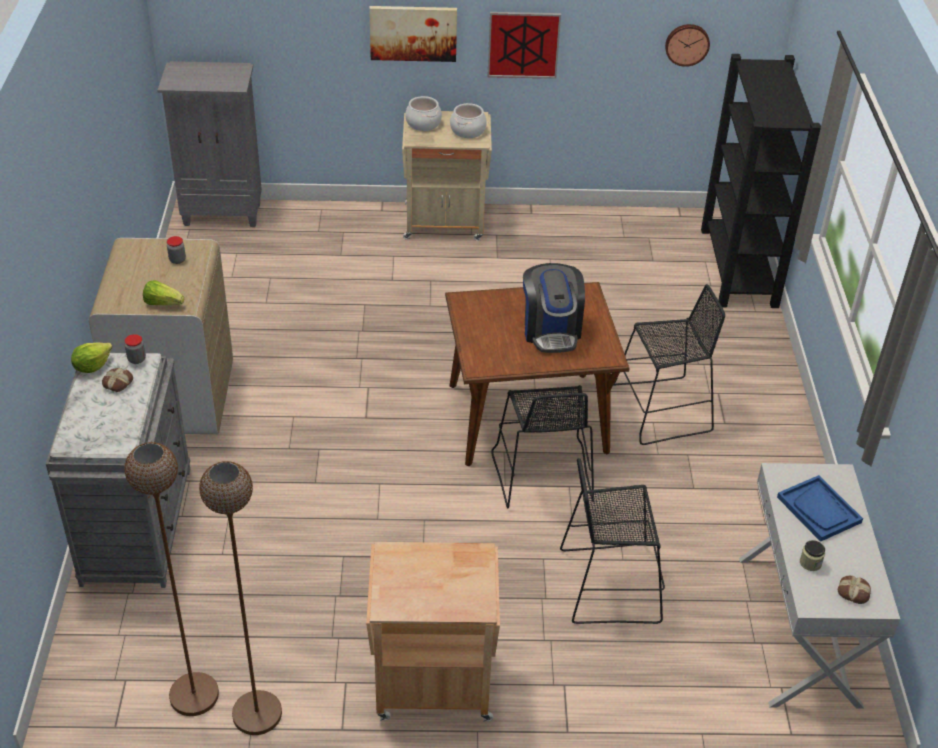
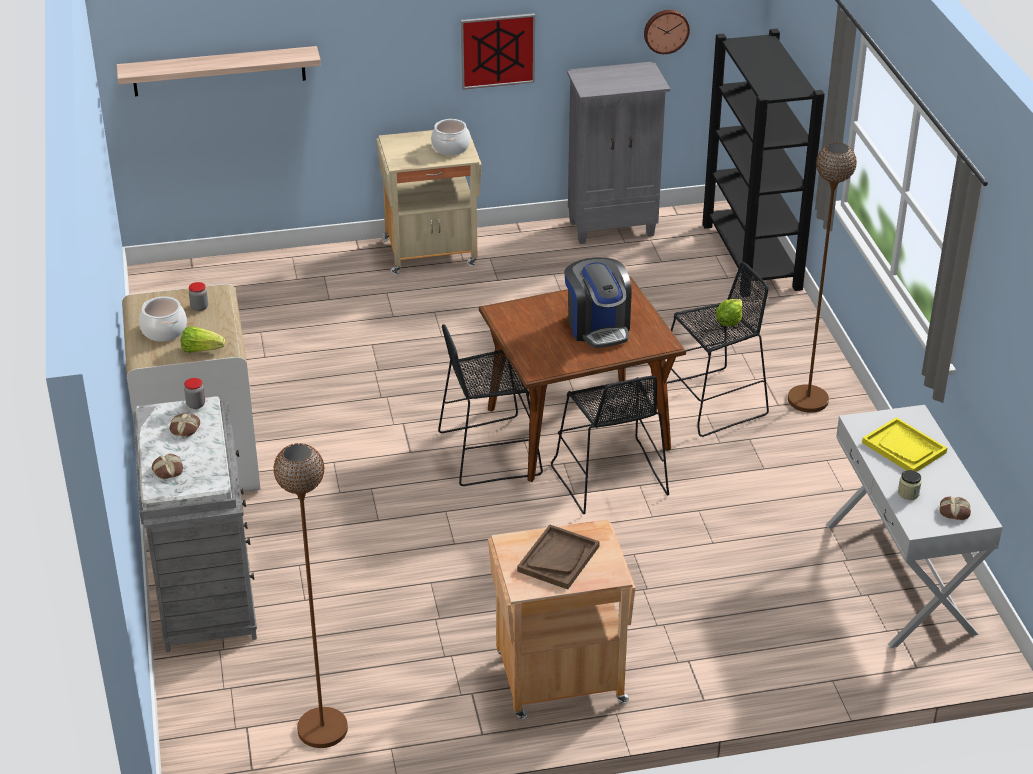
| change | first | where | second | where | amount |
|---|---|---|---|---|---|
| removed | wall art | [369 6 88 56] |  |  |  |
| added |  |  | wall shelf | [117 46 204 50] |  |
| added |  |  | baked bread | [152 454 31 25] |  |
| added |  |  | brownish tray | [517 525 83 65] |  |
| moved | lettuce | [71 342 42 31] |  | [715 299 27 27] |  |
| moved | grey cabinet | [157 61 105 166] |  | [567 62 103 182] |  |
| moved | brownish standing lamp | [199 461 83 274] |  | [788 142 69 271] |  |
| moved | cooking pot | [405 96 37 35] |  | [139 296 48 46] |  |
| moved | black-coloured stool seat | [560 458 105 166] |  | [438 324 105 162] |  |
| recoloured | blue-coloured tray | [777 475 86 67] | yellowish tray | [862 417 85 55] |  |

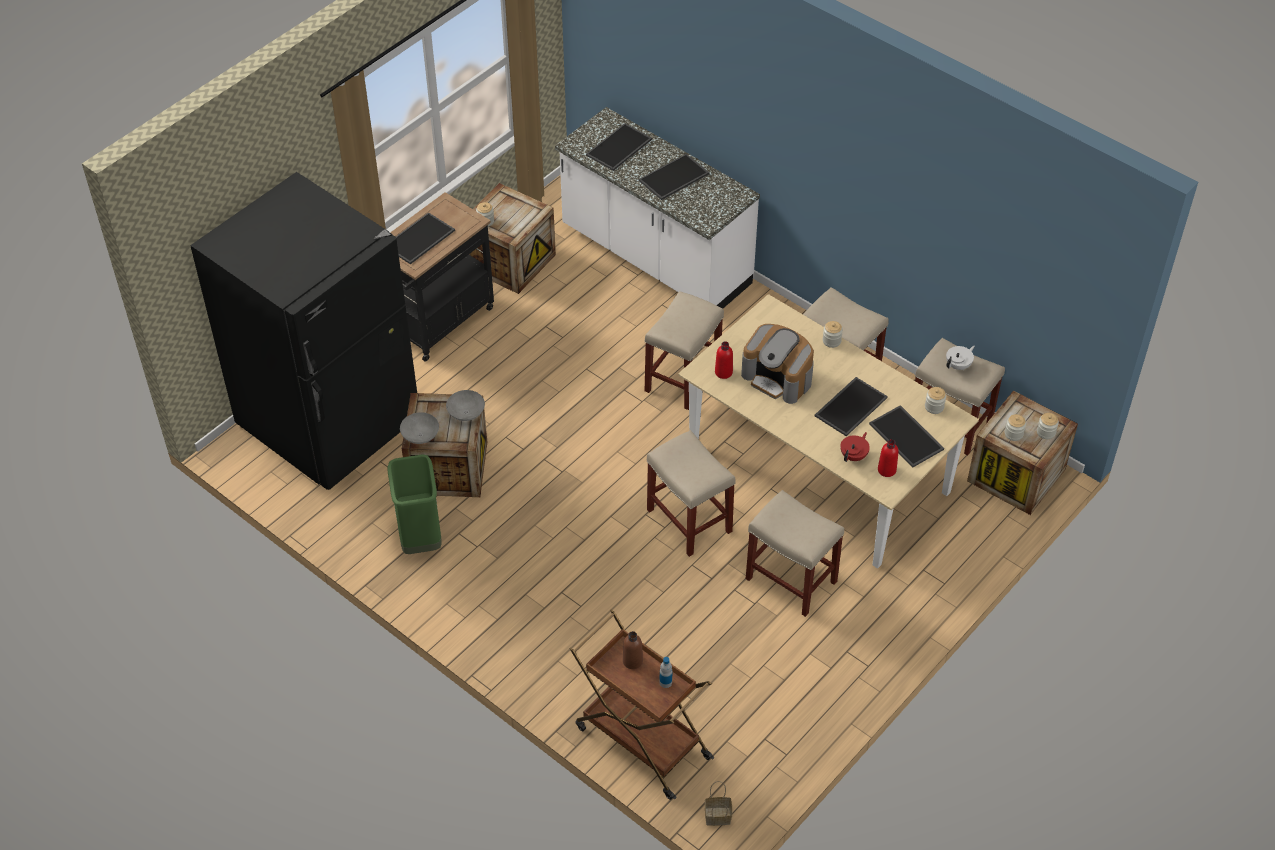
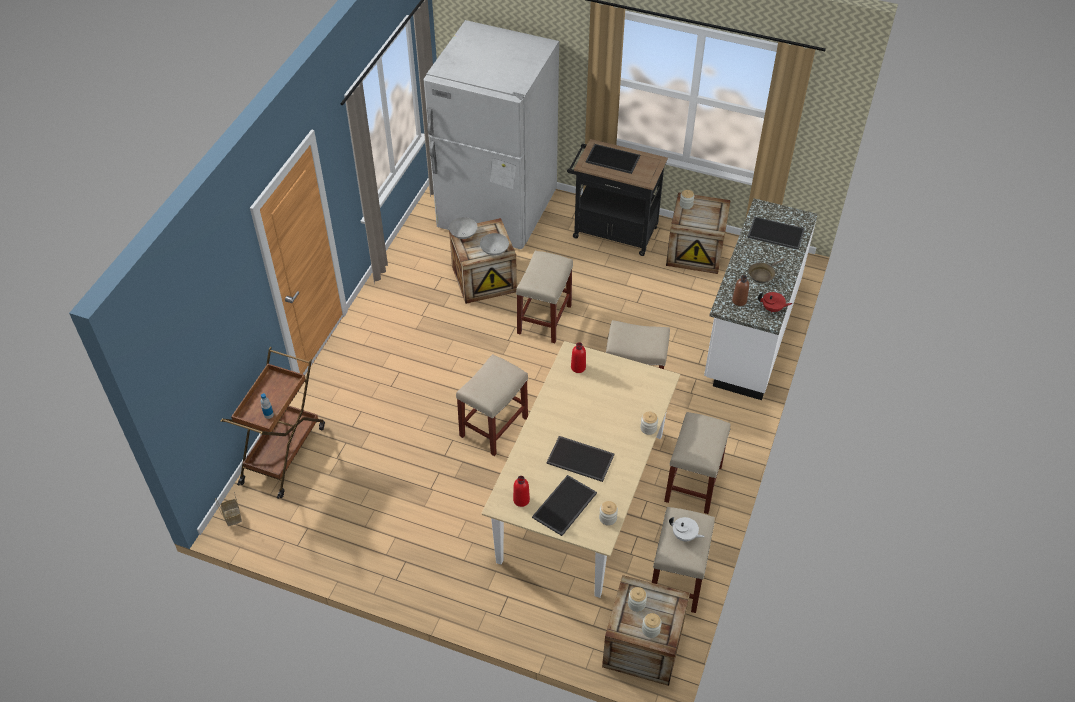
| change | first | where | second | where | amount |
|---|---|---|---|---|---|
| removed | greenish trash can | [388 455 54 99] |  |  |  |
| removed | coffee maker | [741 324 73 80] |  |  |  |
| moved | brownish drink bottle | [623 631 20 38] |  | [732 275 17 31] |  |
| moved | sand-coloured stool seat | [746 490 98 127] |  | [516 251 57 92] |  |
| moved | reddish tea pot | [840 432 30 30] |  | [758 292 34 21] |  |
| replaced | tray | [639 154 70 46] | brownish frying pan | [748 258 36 25] |  |
| recoloured | black-coloured kitchen fridge | [190 172 227 318] | white-coloured kitchen fridge | [423 20 136 229] |  |

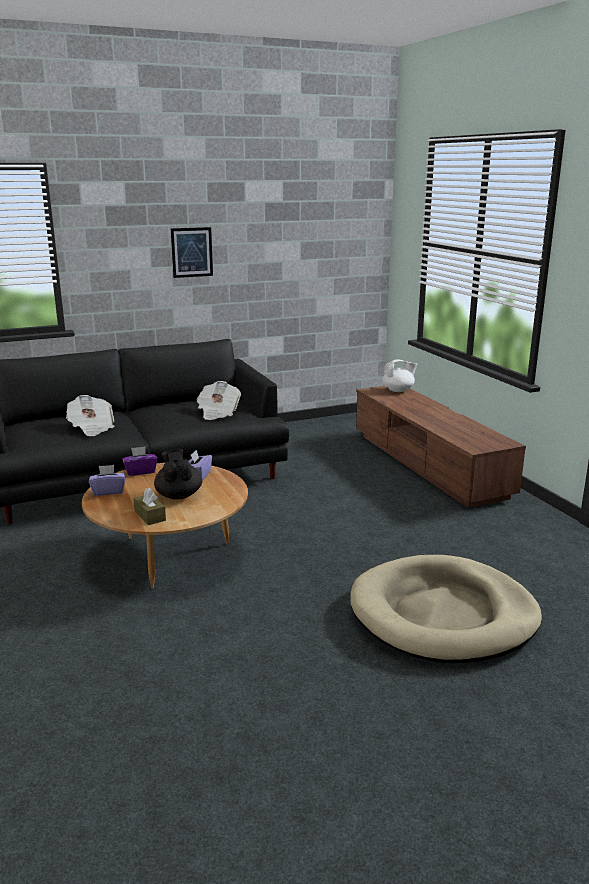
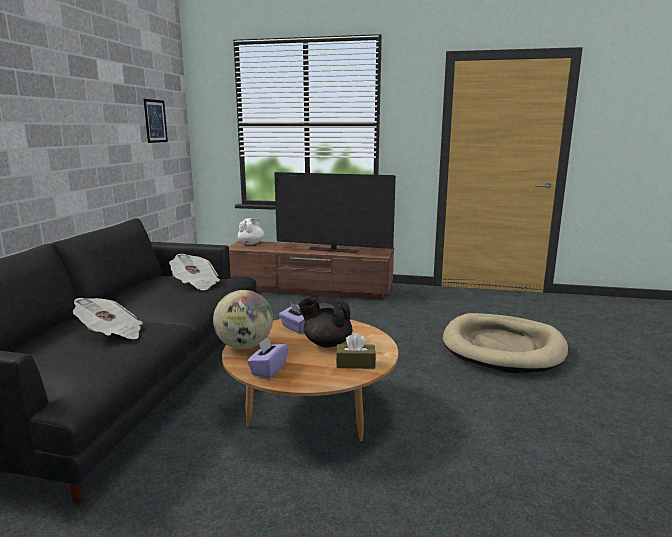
| change | first | where | second | where | amount |
|---|---|---|---|---|---|
| added |  |  | television | [274 172 122 81] |  |
| moved | wall art | [171 227 42 51] |  | [144 99 24 44] |  |
| replaced | purplish tissue holder | [122 446 35 30] | world globe | [213 290 60 59] |  |

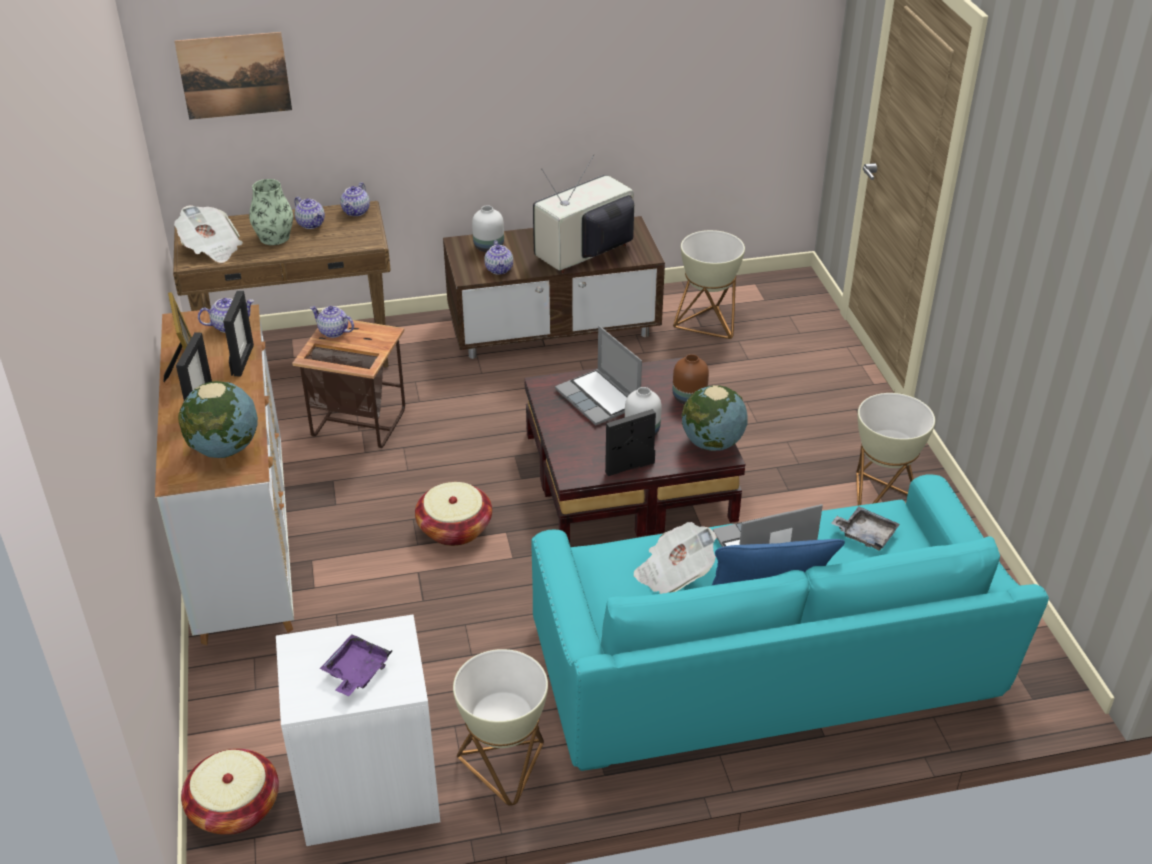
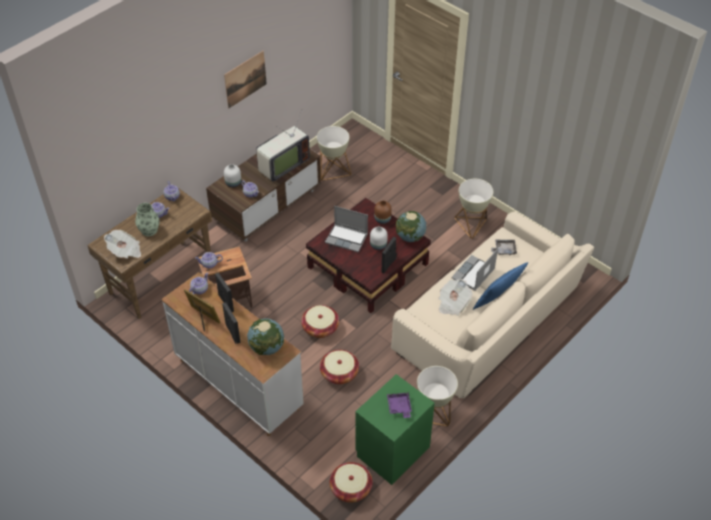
| change | first | where | second | where | amount |
|---|---|---|---|---|---|
| added |  |  | storage basket | [320 350 39 34] |  |
| moved | wall art | [174 32 118 88] |  | [224 51 43 57] |  |
| recoloured | white-coloured night table | [276 614 164 232] | greenish night table | [355 374 80 111] |  |
| recoloured | blue-green couch | [531 475 518 296] | sand-coloured couch | [391 211 203 187] |  |
| turned | television | [533 155 101 119] |  | [256 111 54 71] | 150 degrees counterclockwise |

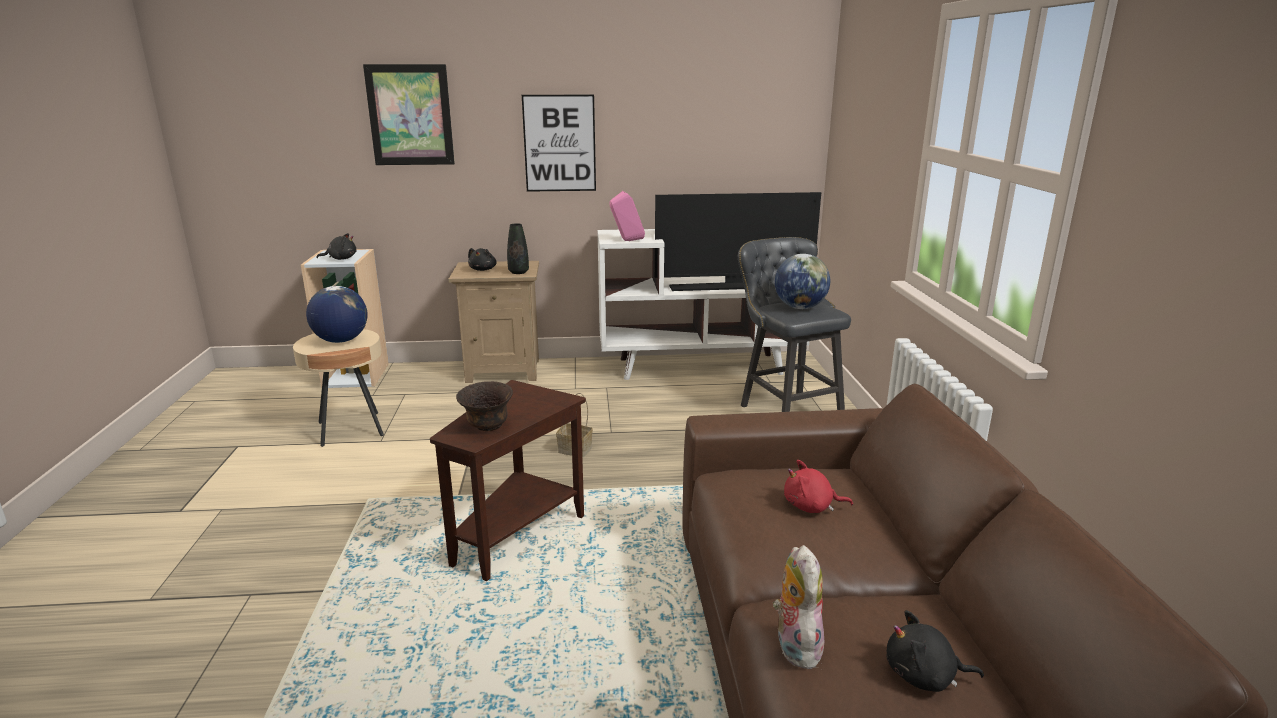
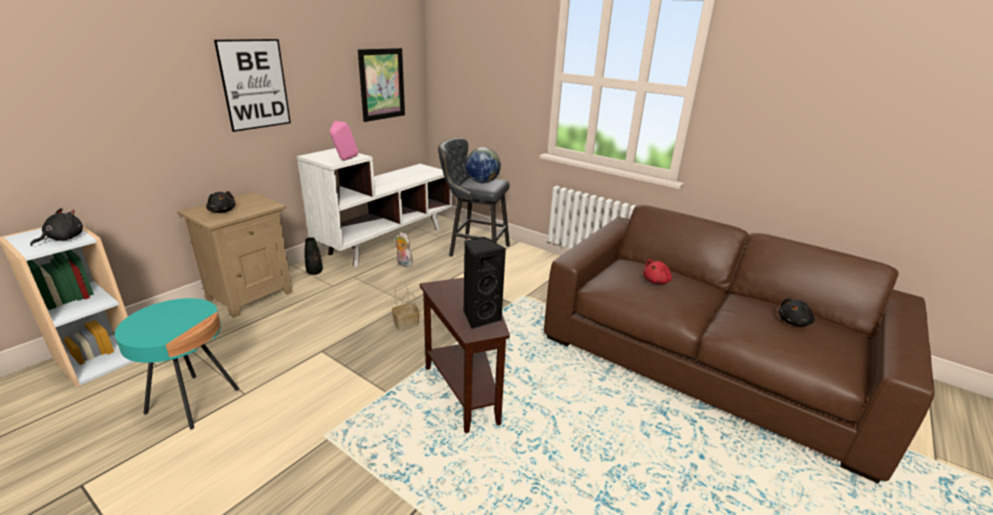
| change | first | where | second | where | amount |
|---|---|---|---|---|---|
| removed | world globe | [306 286 62 57] |  |  |  |
| removed | television | [655 192 166 99] |  |  |  |
| moved | wall art | [363 64 92 101] |  | [358 48 47 74] |  |
| moved | black-coloured flower vase | [507 223 22 51] |  | [304 237 19 38] |  |
| moved | cuddly toy | [773 545 51 124] |  | [395 232 19 36] |  |
| replaced | brownish bowl | [456 381 57 50] | black-coloured speaker | [463 237 43 92] |  |
| recoloured | sand-coloured accent table | [293 329 91 118] | blue-green accent table | [115 298 124 131] |  |

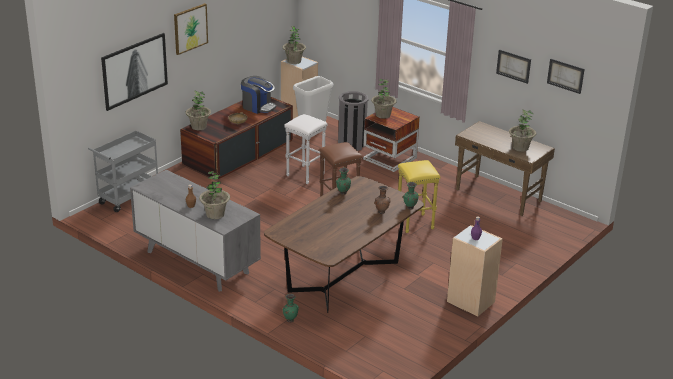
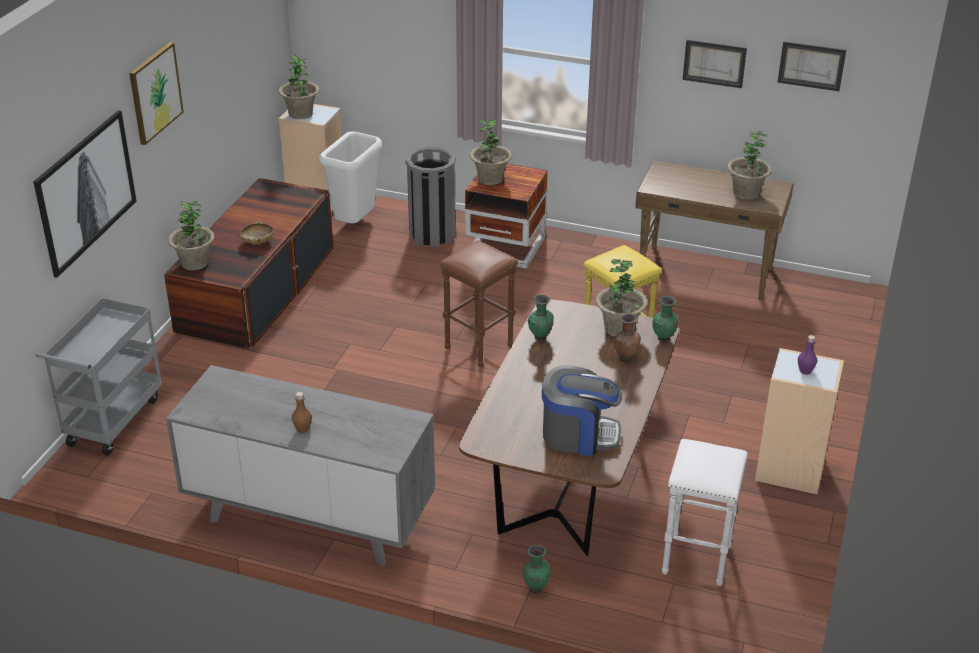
| change | first | where | second | where | amount |
|---|---|---|---|---|---|
| moved | plant in a pot | [199 171 31 48] |  | [596 259 52 77] |  |
| moved | coffee maker | [241 76 36 38] |  | [542 365 80 91] |  |
| moved | white-coloured stool seat | [284 114 43 70] |  | [662 439 86 147] |  |

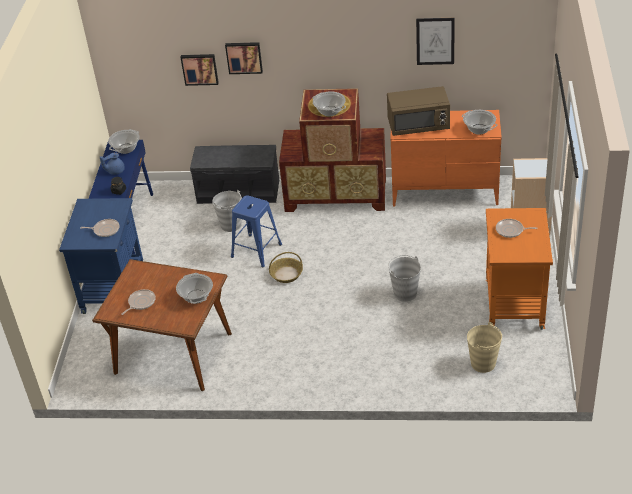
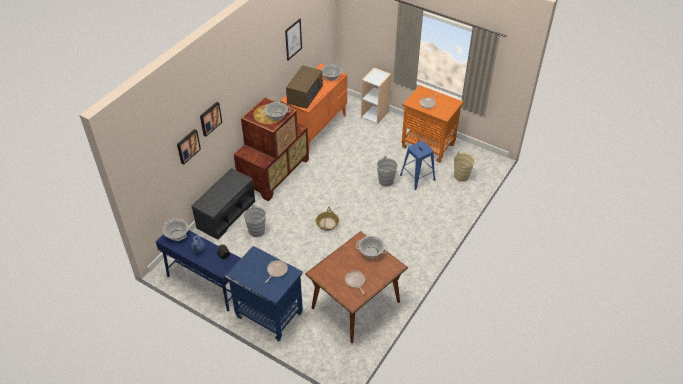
| change | first | where | second | where | amount |
|---|---|---|---|---|---|
| moved | blue-coloured stool seat | [231 195 51 72] |  | [400 141 36 49] |  |

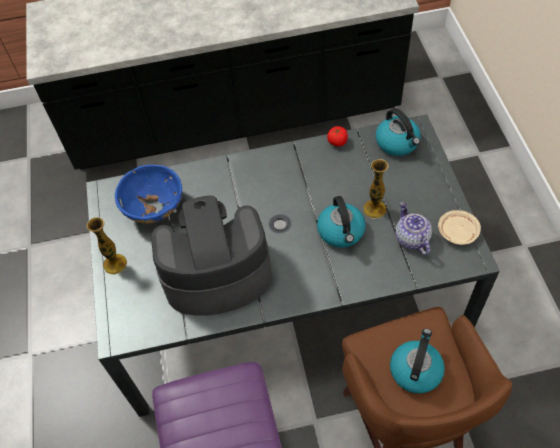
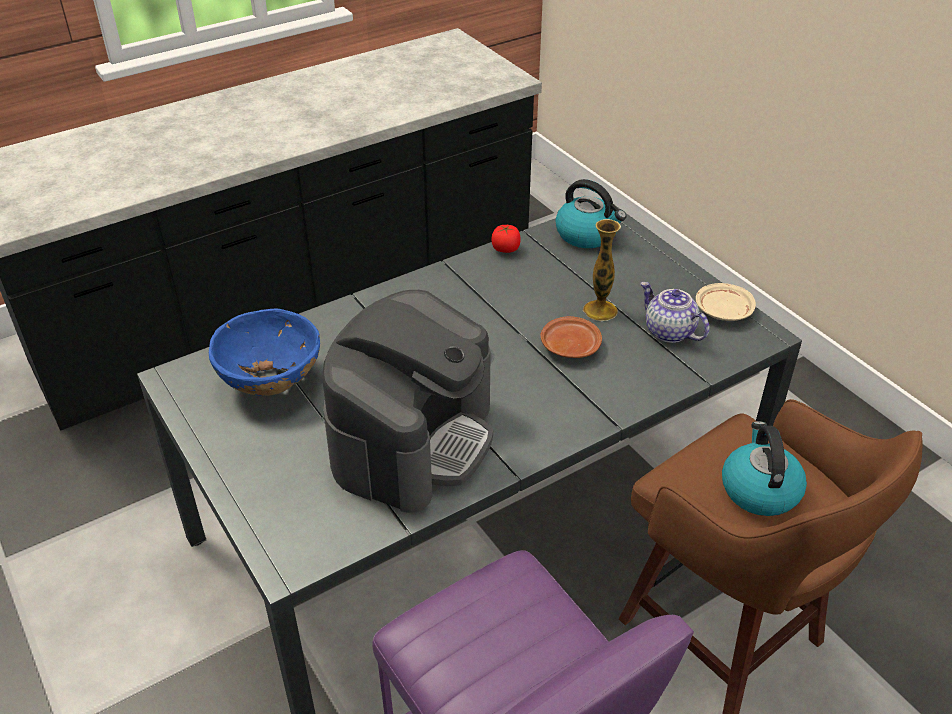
| change | first | where | second | where | amount |
|---|---|---|---|---|---|
| removed | flower vase | [86 217 41 58] |  |  |  |
| replaced | water kettle | [317 196 49 52] | brownish dinner plate | [541 316 61 42] |  |
| turned | coffee maker | [151 196 121 120] |  | [322 290 171 223] | 150 degrees clockwise |

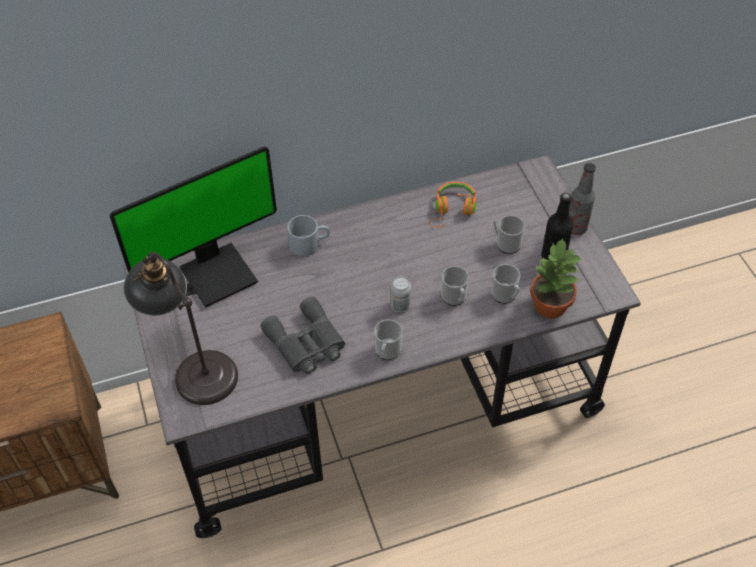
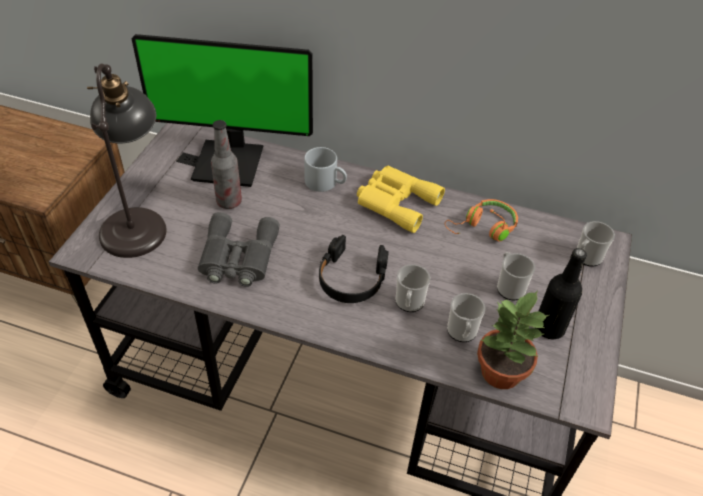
| change | first | where | second | where | amount |
|---|---|---|---|---|---|
| added |  |  | yellowish binoculars | [357 166 88 67] |  |
| moved | coffee mug | [374 319 29 41] |  | [577 221 38 46] |  |
| moved | drink bottle | [569 163 27 72] |  | [211 120 31 89] |  |
| replaced | metal can | [391 277 20 35] | black-coloured headset | [319 235 70 68] |  |

